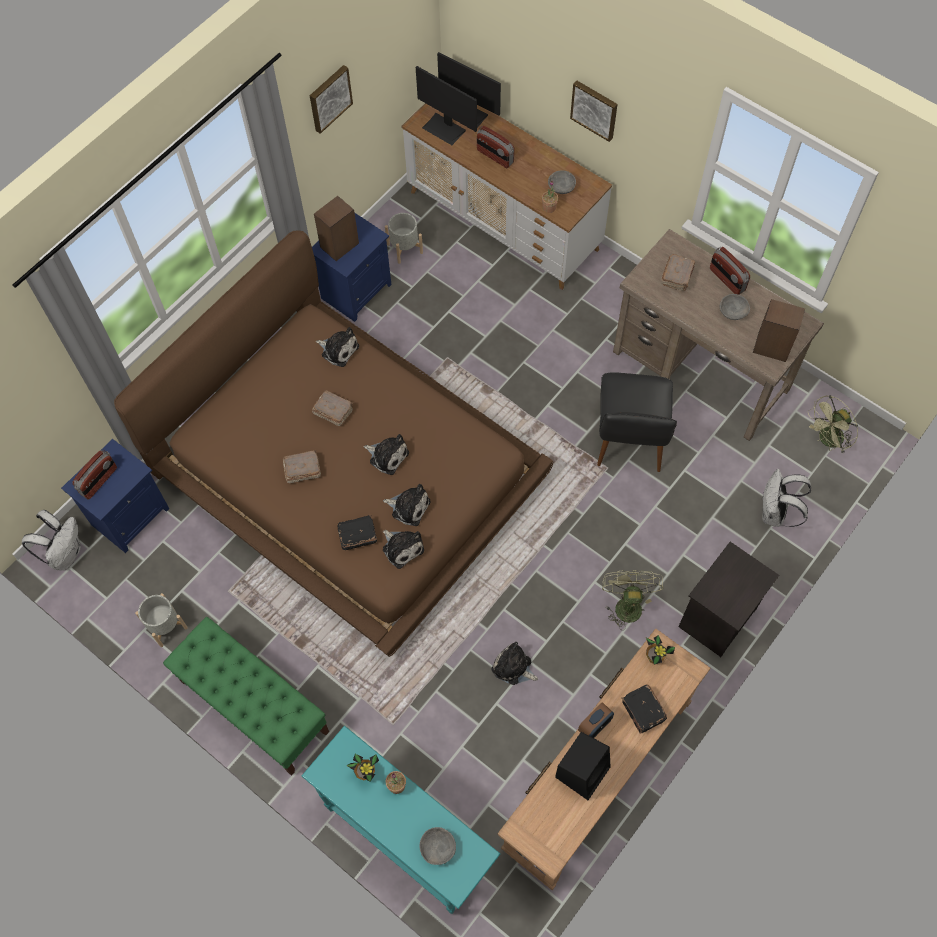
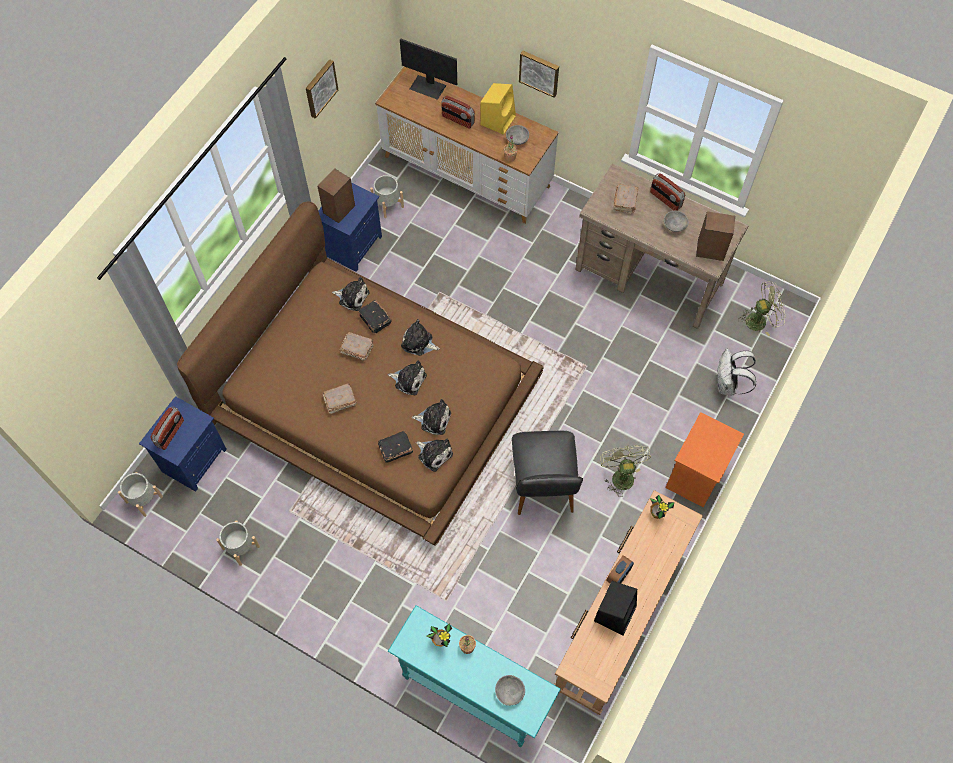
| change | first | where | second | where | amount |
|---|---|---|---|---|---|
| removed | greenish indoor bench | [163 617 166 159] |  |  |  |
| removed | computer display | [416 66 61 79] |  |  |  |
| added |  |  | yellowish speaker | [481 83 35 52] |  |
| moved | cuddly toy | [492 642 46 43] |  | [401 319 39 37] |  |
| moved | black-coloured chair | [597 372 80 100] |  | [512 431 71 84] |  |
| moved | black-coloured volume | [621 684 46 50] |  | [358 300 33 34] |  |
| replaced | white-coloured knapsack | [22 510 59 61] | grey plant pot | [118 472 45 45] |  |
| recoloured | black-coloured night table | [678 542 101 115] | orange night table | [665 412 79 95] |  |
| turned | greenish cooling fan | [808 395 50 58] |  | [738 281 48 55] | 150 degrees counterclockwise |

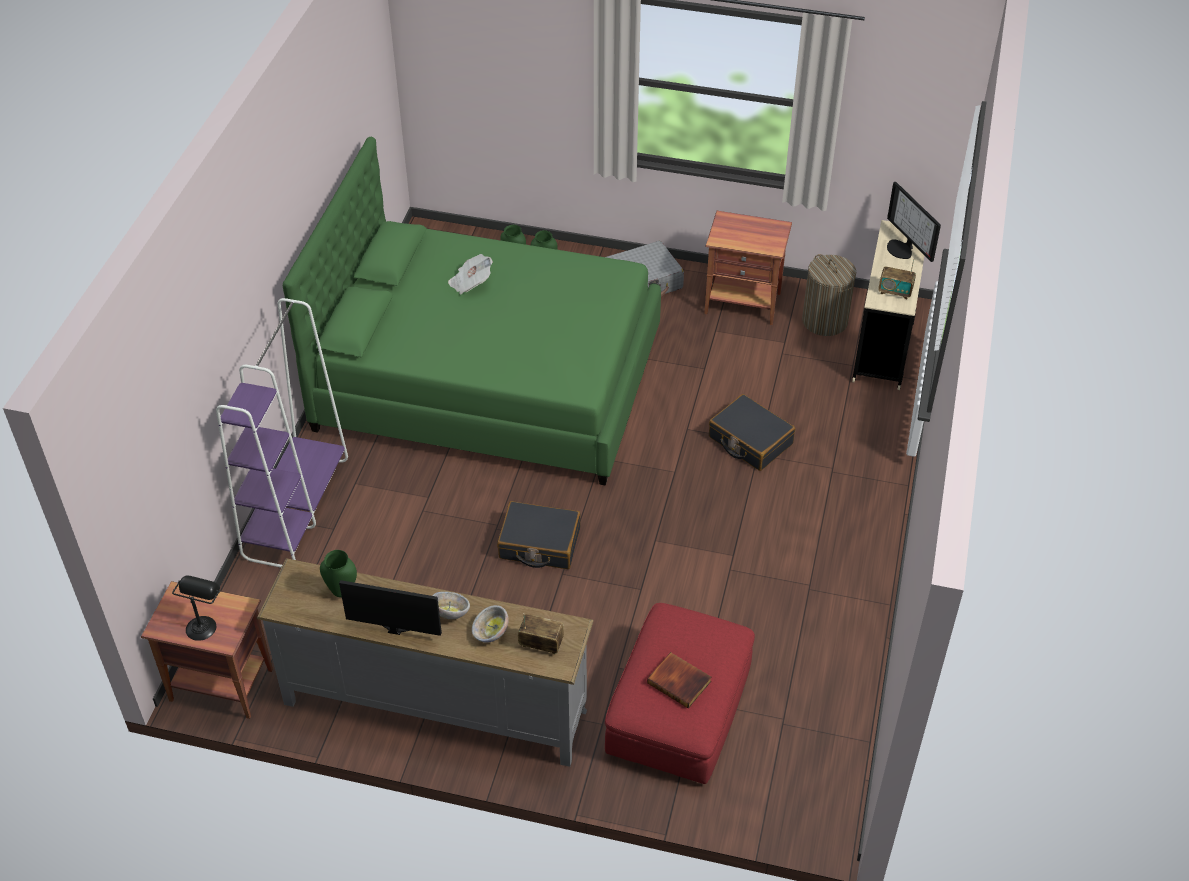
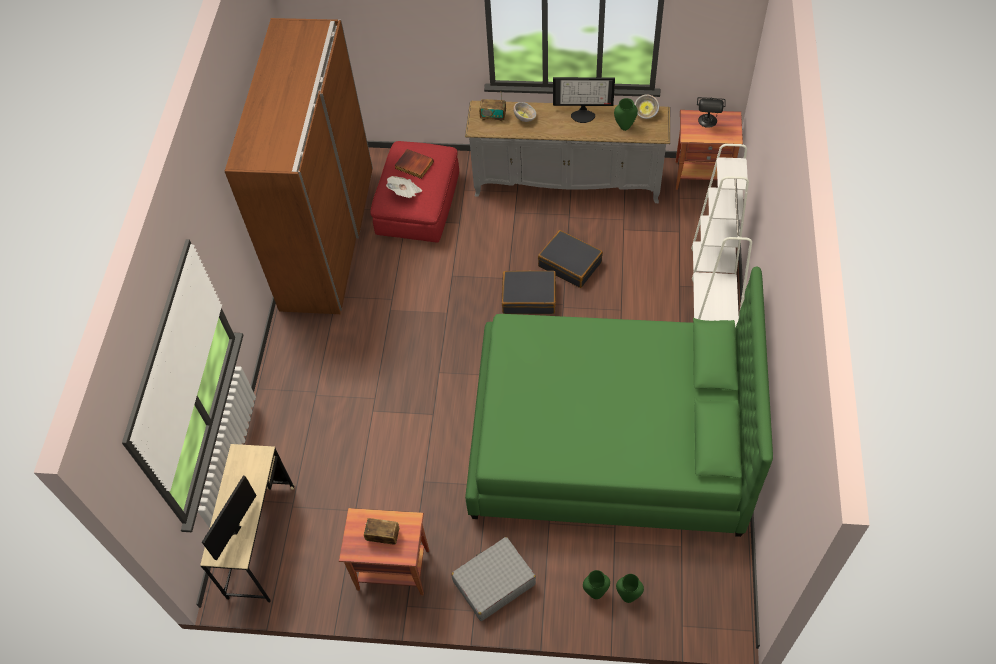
| change | first | where | second | where | amount |
|---|---|---|---|---|---|
| removed | laundry basket | [802 254 54 82] |  |  |  |
| added |  |  | brownish wardrobe | [225 18 148 296] |  |
| moved | bowl | [433 592 37 27] |  | [634 94 25 25] |  |
| moved | daily paper | [448 254 45 40] |  | [386 176 36 22] |  |
| moved | black-coloured piece of luggage | [709 394 86 77] |  | [538 230 65 58] |  |
| moved | radio set | [878 259 38 40] |  | [364 518 35 27] |  |
| recoloured | purplish garment stand | [216 298 132 270] | white-coloured garment stand | [691 144 61 184] |  |
| turned | computer display | [887 182 54 80] |  | [202 475 54 85] | 120 degrees counterclockwise |

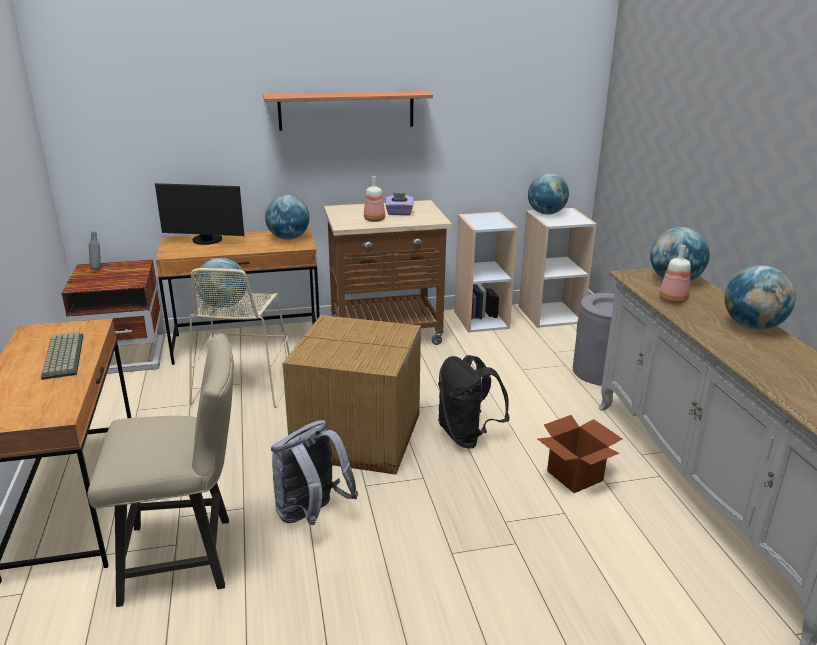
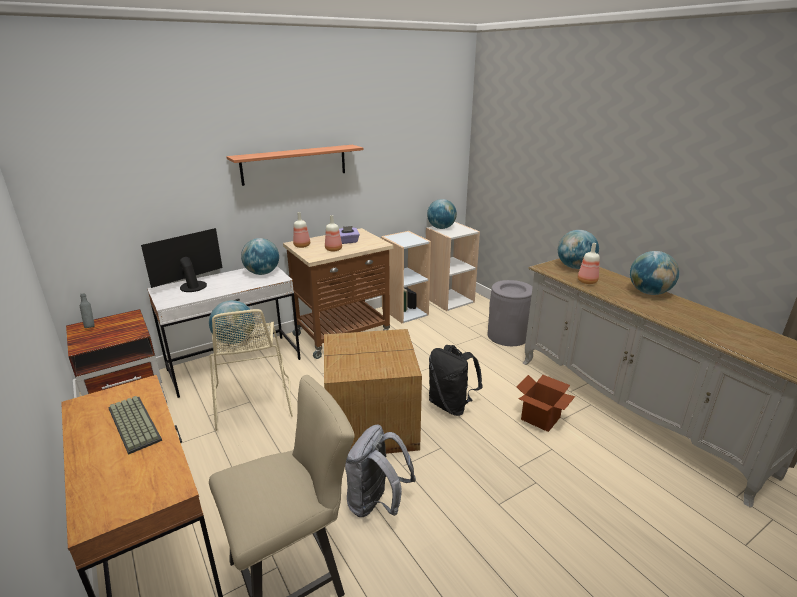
| change | first | where | second | where | amount |
|---|---|---|---|---|---|
| added |  |  | drink bottle | [293 212 17 36] |  |
| recoloured | brownish desk | [156 228 164 137] | white-coloured desk | [147 266 154 132] |  |
| turned | computer display | [155 183 89 62] |  | [141 228 81 64] | 150 degrees clockwise |

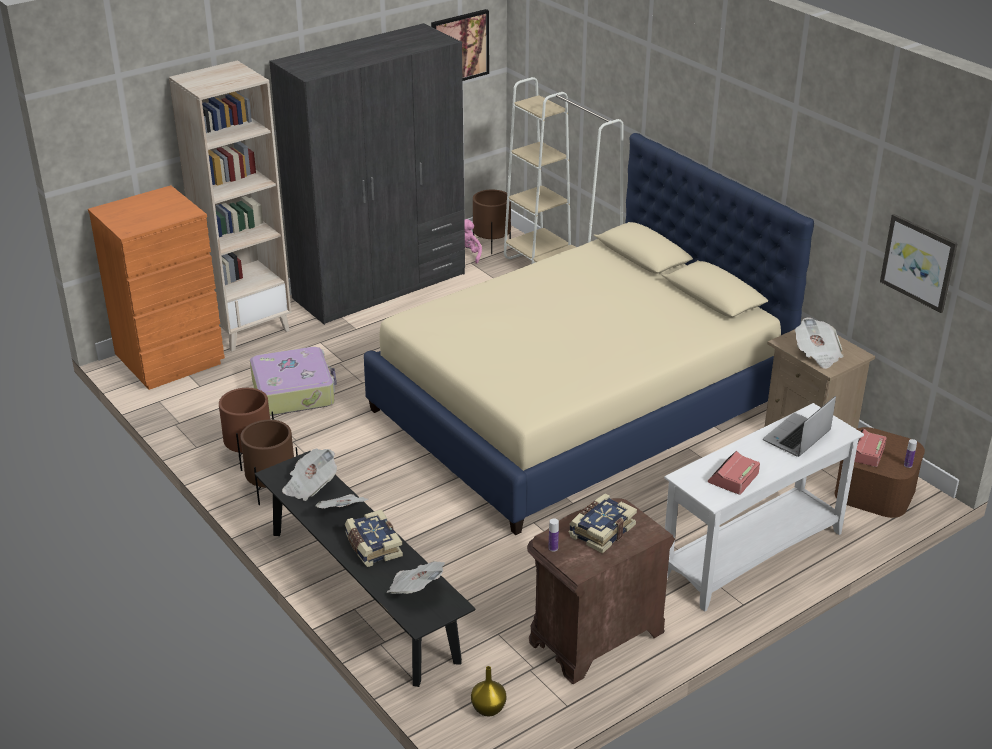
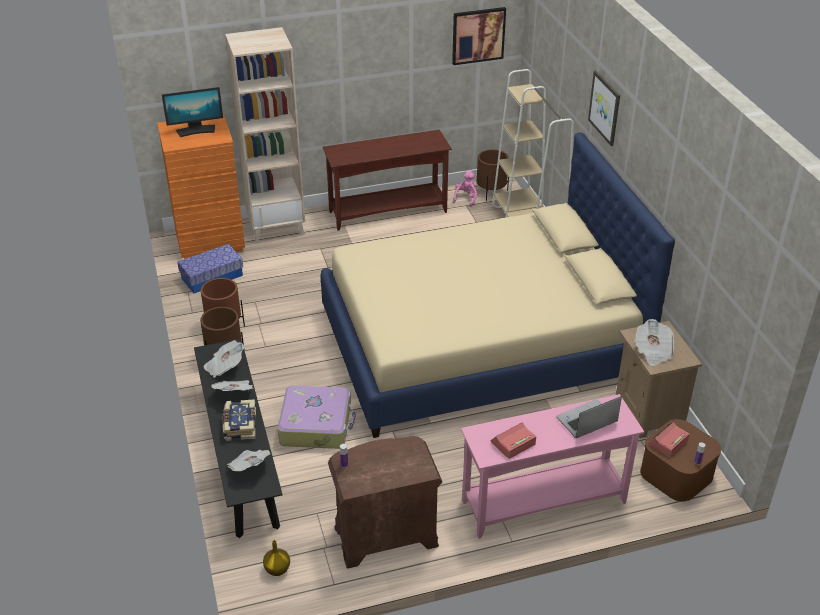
| change | first | where | second | where | amount |
|---|---|---|---|---|---|
| removed | volume | [569 494 68 59] |  |  |  |
| added |  |  | computer display | [162 87 61 50] |  |
| added |  |  | storage bin | [177 244 66 49] |  |
| moved | piece of luggage | [250 347 87 69] |  | [278 386 78 63] |  |
| moved | wall art | [880 214 78 99] |  | [588 70 32 76] |  |
| replaced | grey wardrobe | [269 23 196 302] | brownish hall table | [322 130 130 101] |  |
| recoloured | white-coloured hall table | [664 403 200 209] | pink-coloured hall table | [461 394 183 145] |  |

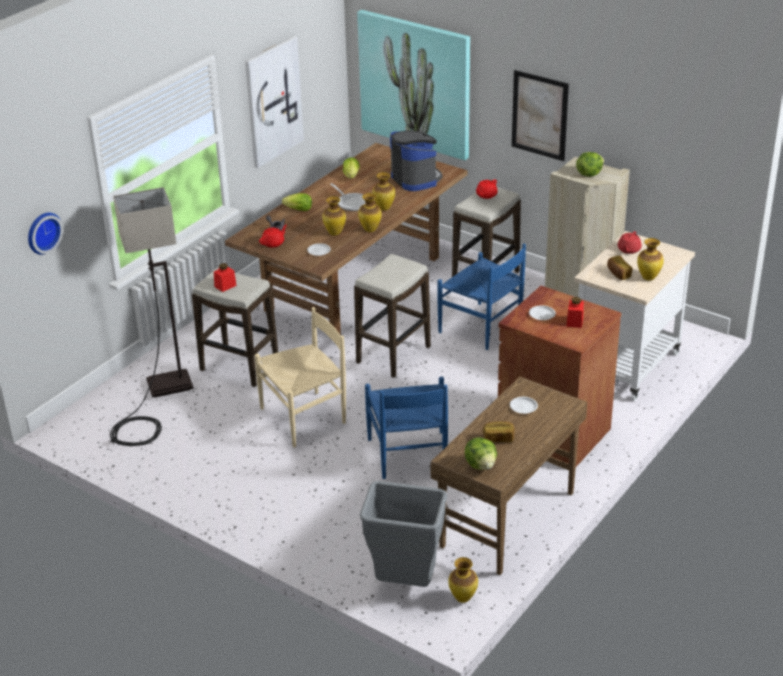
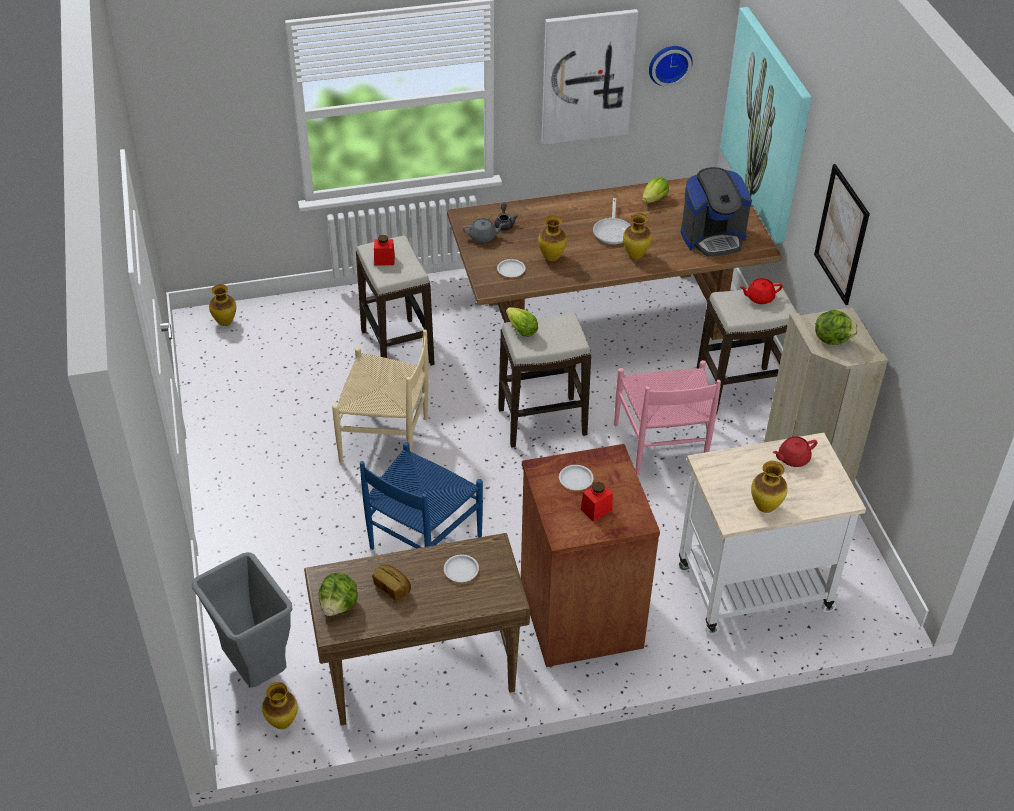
| change | first | where | second | where | amount |
|---|---|---|---|---|---|
| removed | standing lamp | [110 187 83 259] |  |  |  |
| removed | baked bread | [607 256 25 24] |  |  |  |
| moved | clock on the wall | [28 213 35 42] |  | [649 46 44 41] |  |
| moved | lettuce | [282 193 30 18] |  | [506 307 32 30] |  |
| moved | flower vase | [358 193 24 39] |  | [209 284 27 42] |  |
| recoloured | reddish tea pot | [259 224 28 24] | grey tea pot | [462 218 44 25] |  |
| recoloured | blue-coloured chair | [438 244 88 106] | pink-coloured chair | [614 360 107 115] |  |
| turned | coffee maker | [390 131 53 60] |  | [681 167 71 89] | 60 degrees clockwise |

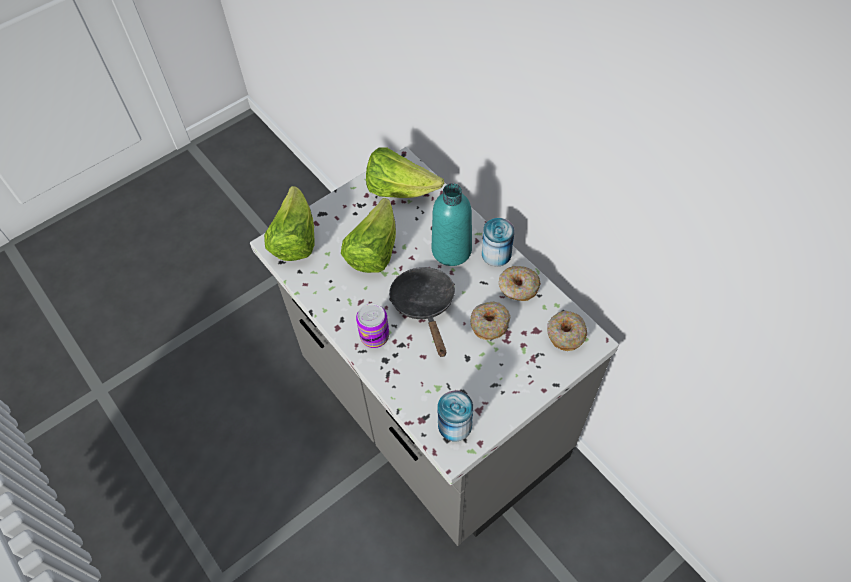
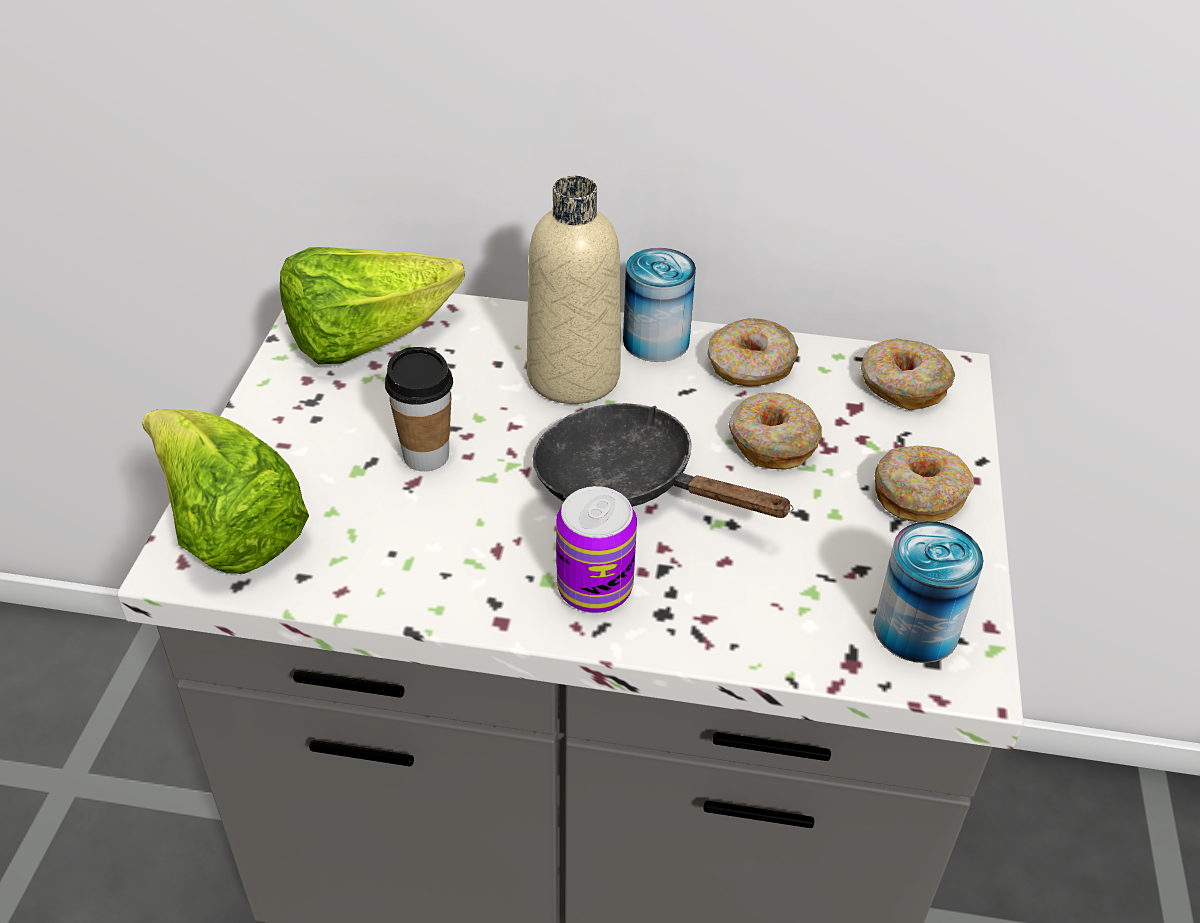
| change | first | where | second | where | amount |
|---|---|---|---|---|---|
| added |  |  | ring doughnut | [874 446 100 76] |  |
| replaced | lettuce | [341 198 55 75] | cup | [385 347 68 124] |  |
| recoloured | blue-green drink bottle | [432 183 40 83] | sand-coloured drink bottle | [527 176 94 228] |  |

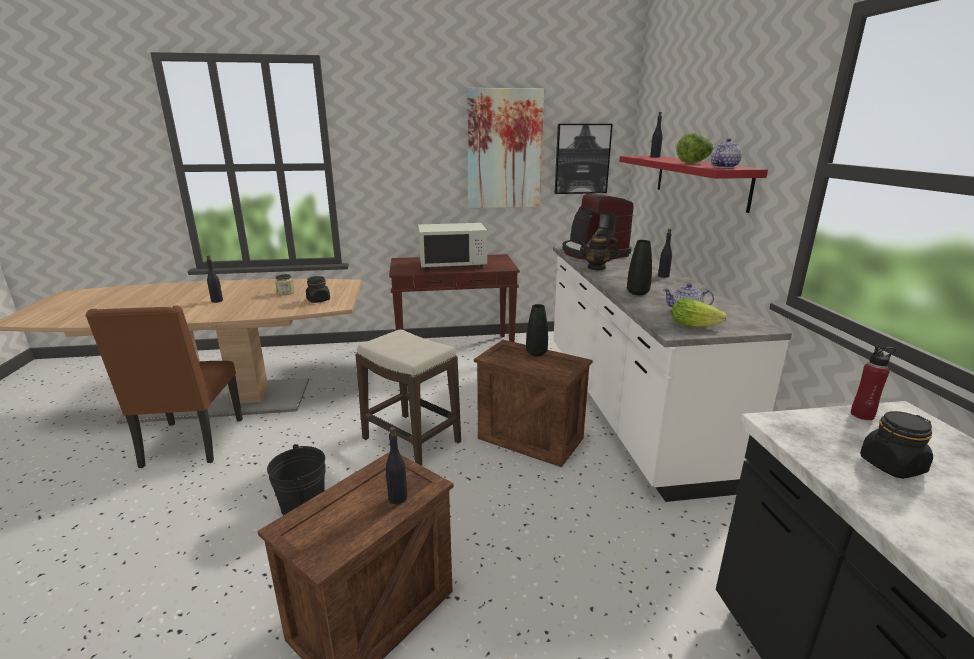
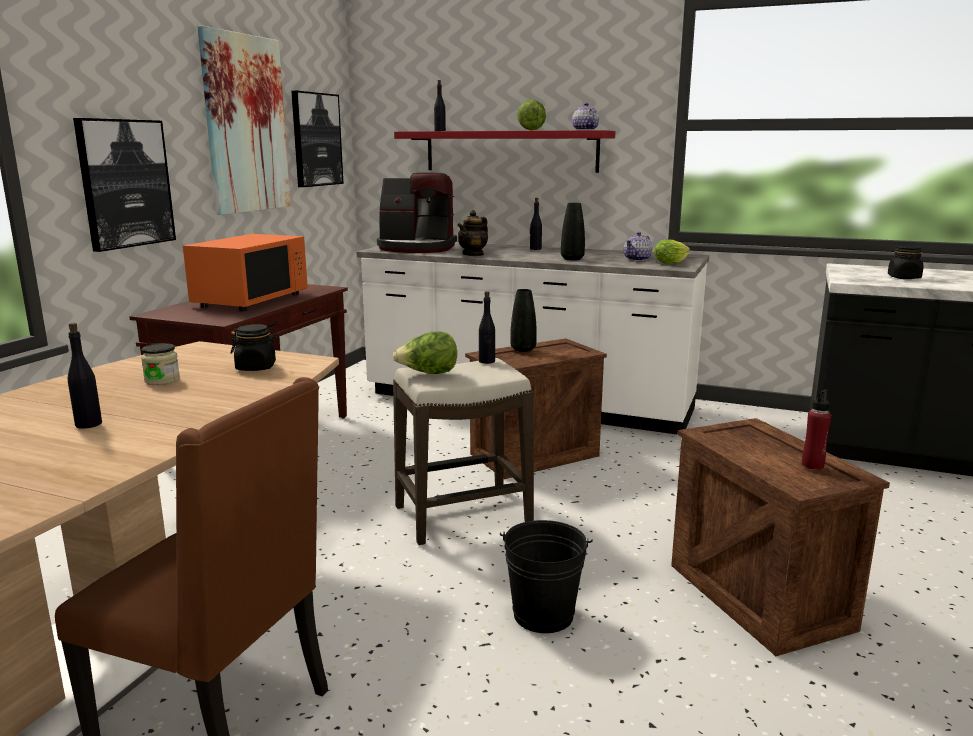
| change | first | where | second | where | amount |
|---|---|---|---|---|---|
| added |  |  | wall art | [73 118 103 134] |  |
| added |  |  | lettuce | [393 331 64 43] |  |
| moved | black-coloured drink bottle | [385 427 22 77] |  | [479 291 16 73] |  |
| moved | reddish drink bottle | [851 346 45 74] |  | [802 389 29 81] |  |
| recoloured | white-coloured kitchen microwave | [418 223 69 47] | orange kitchen microwave | [183 234 125 77] |  |

